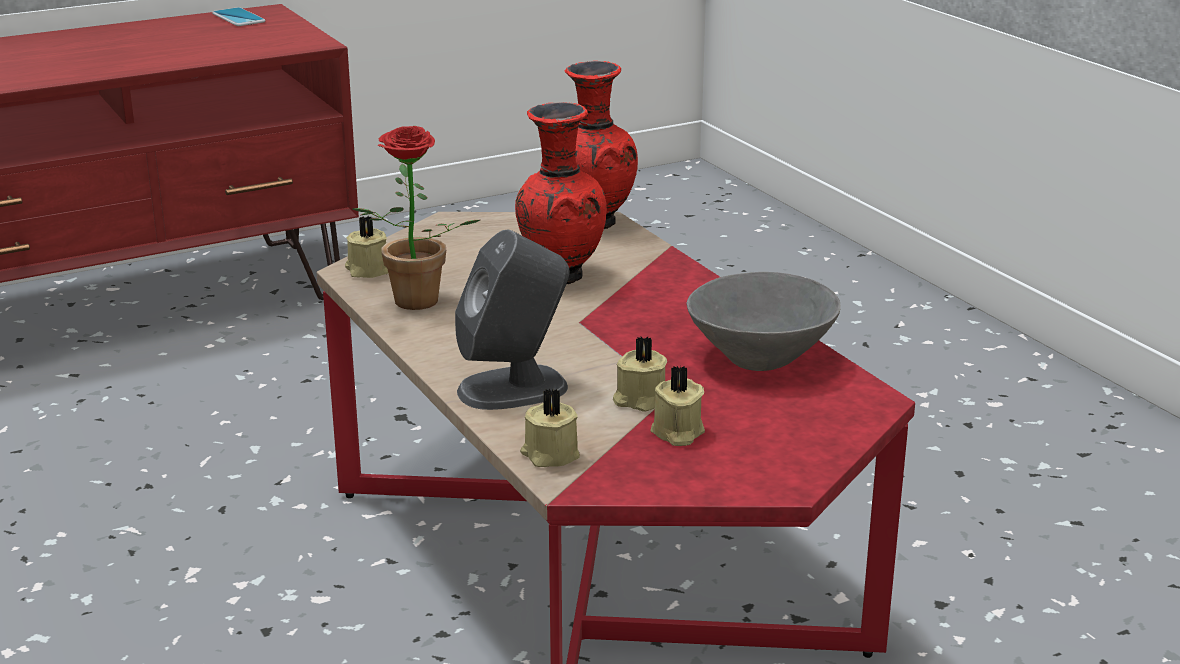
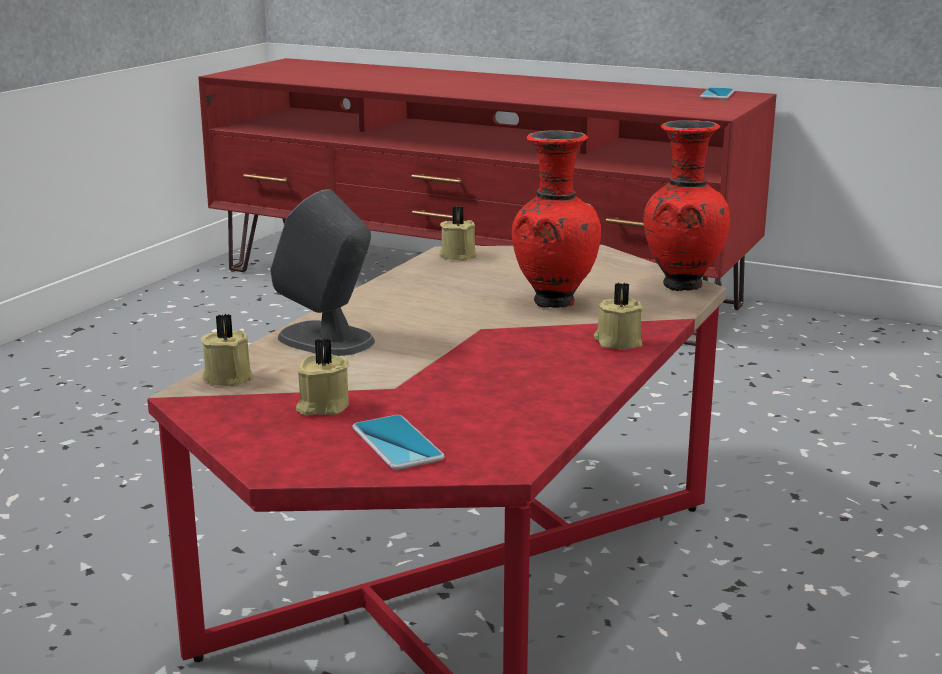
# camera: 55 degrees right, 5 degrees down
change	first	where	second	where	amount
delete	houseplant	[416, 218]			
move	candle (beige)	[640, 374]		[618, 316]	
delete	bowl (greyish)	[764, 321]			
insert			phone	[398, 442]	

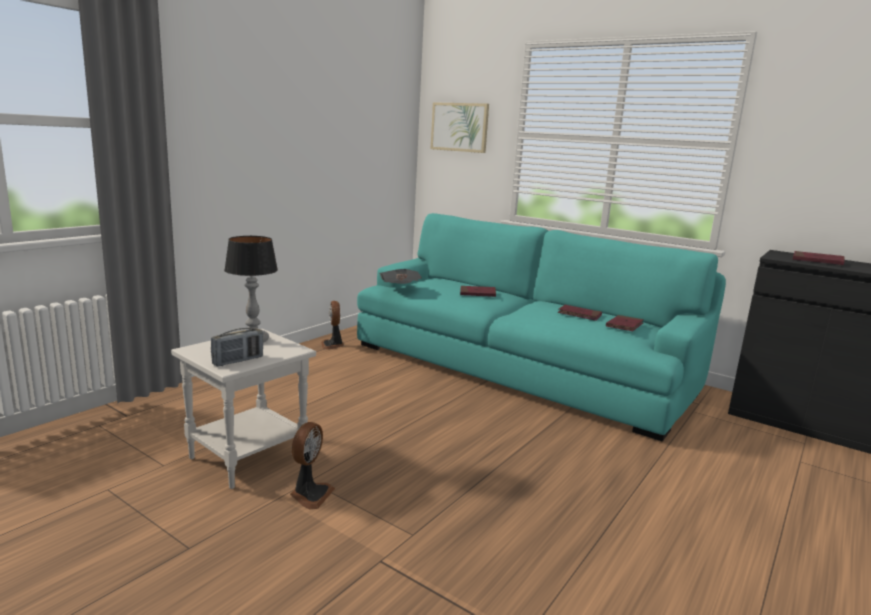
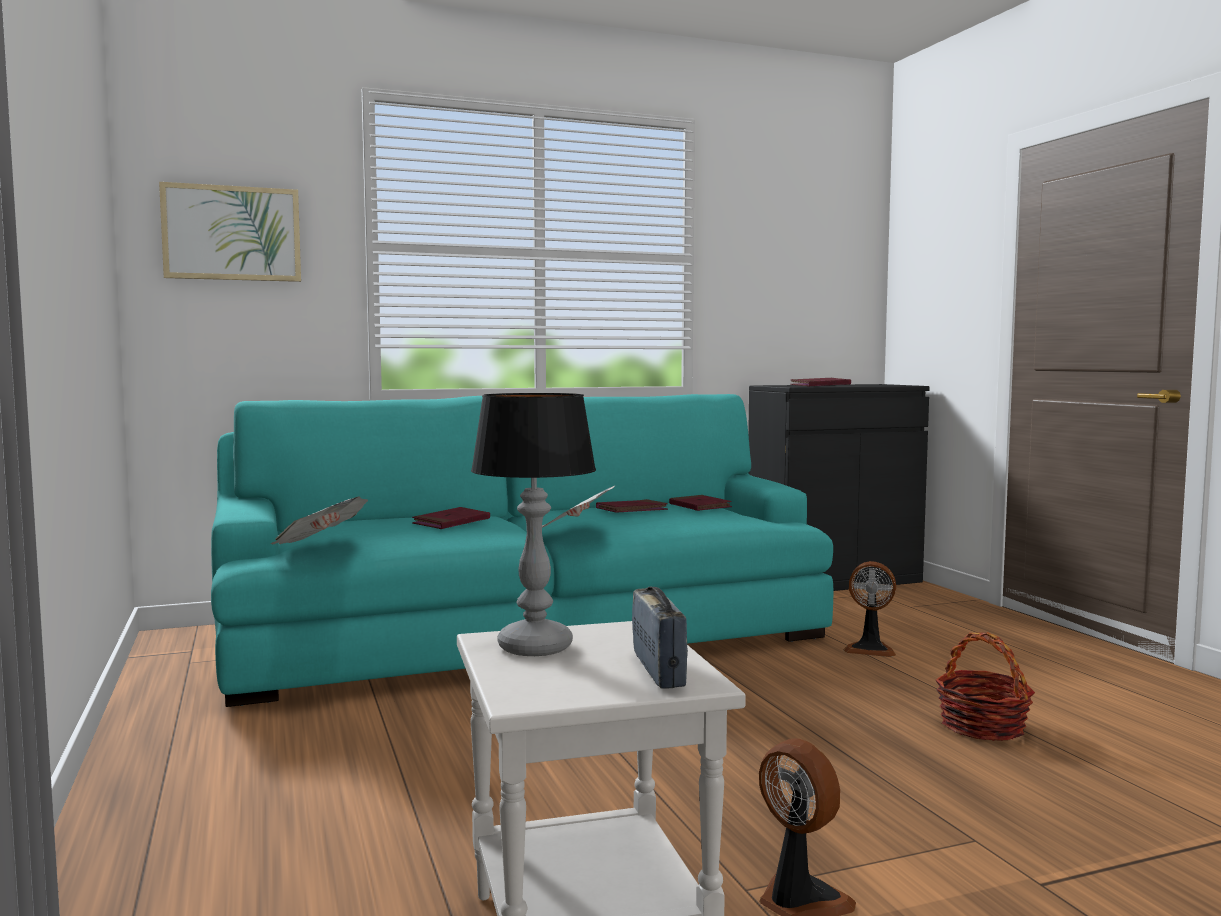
# camera: 55 degrees left, 10 degrees down
change	first	where	second	where	amount
move	cooling fan	[332, 325]		[869, 609]	
insert			printed paper	[578, 507]	
insert			storage basket	[985, 686]	

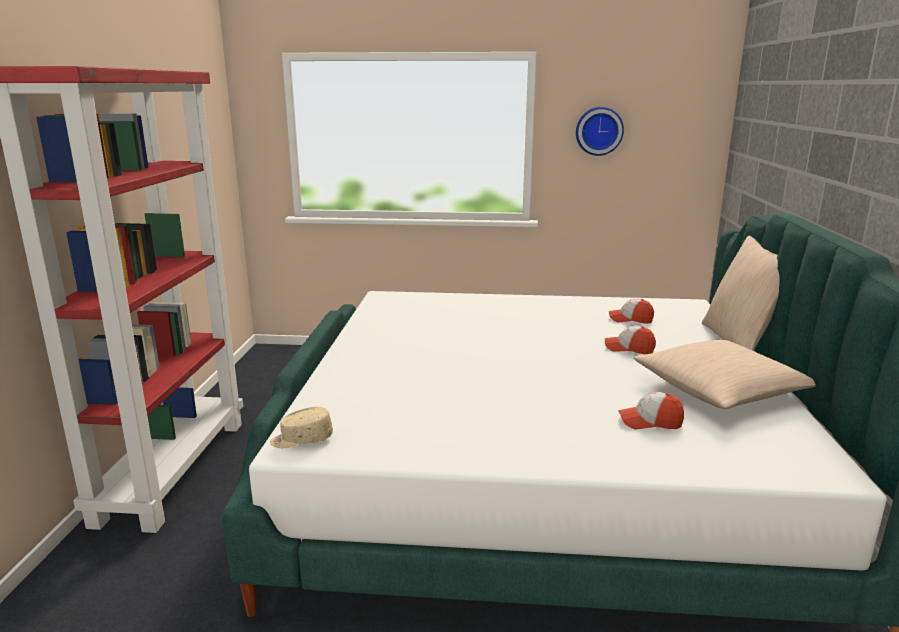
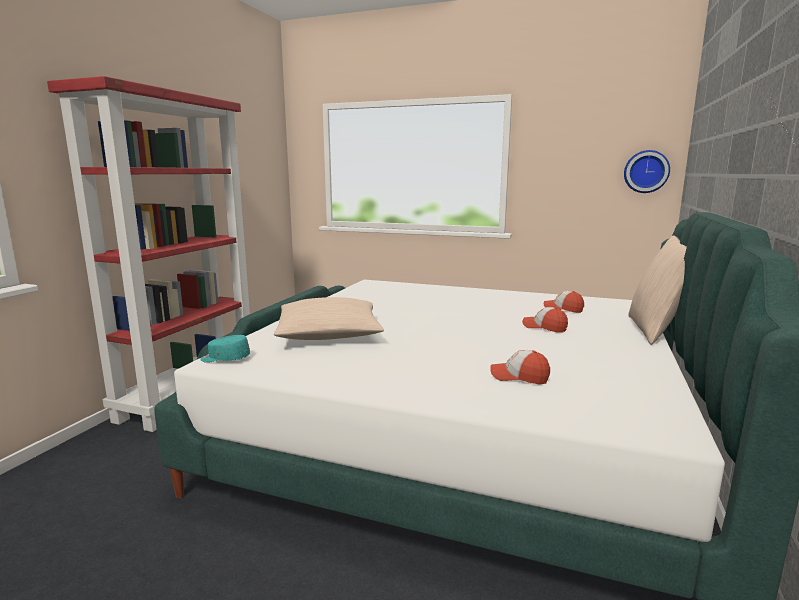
# camera: 15 degrees right, 5 degrees down
change	first	where	second	where	amount
recolor	baseball cap (beige)	[301, 427]	baseball cap (turquoise-coloured)	[225, 349]	
move	wall clock	[600, 131]		[647, 171]	
move	cushion (beige)	[724, 374]		[329, 318]	

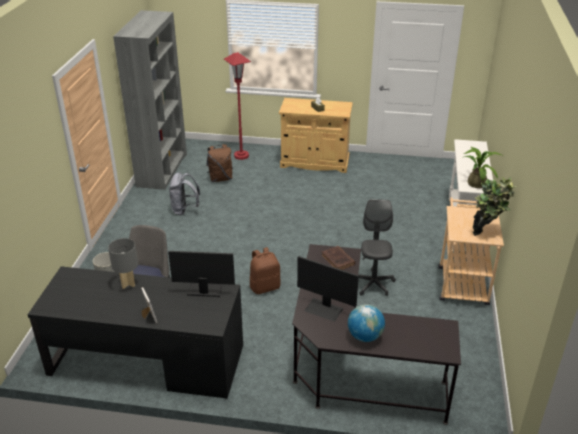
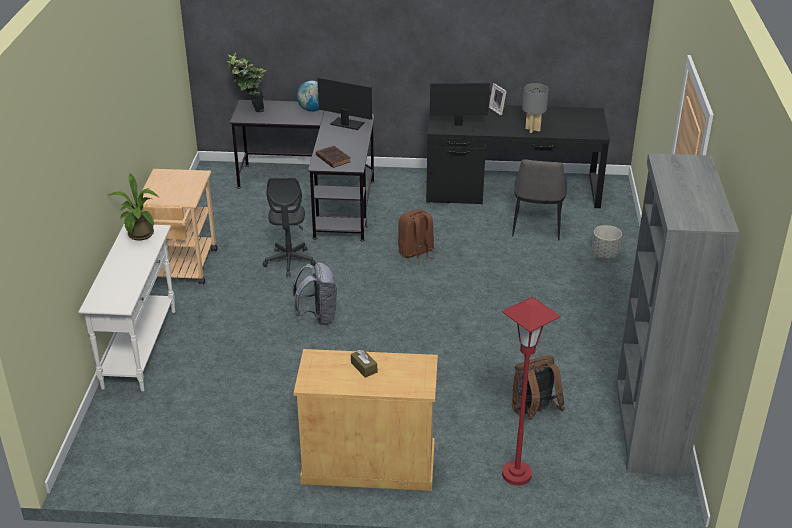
# camera: 175 degrees right, 0 degrees up
change	first	where	second	where	amount
move	knapsack (greyish)	[184, 193]		[315, 293]	
move	houseplant	[495, 206]		[246, 82]	

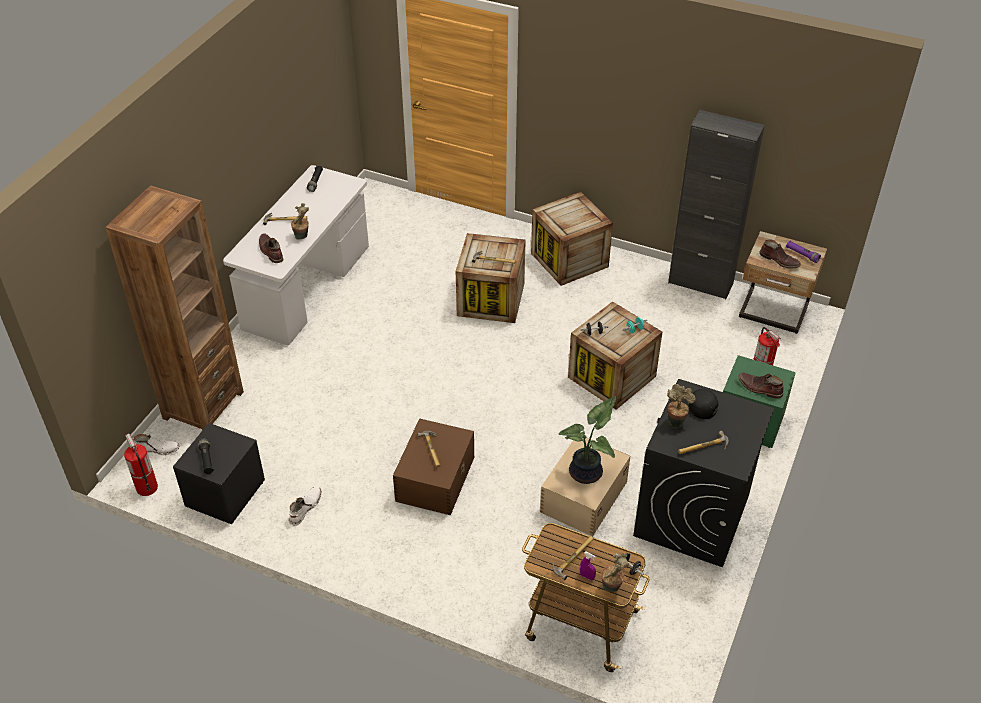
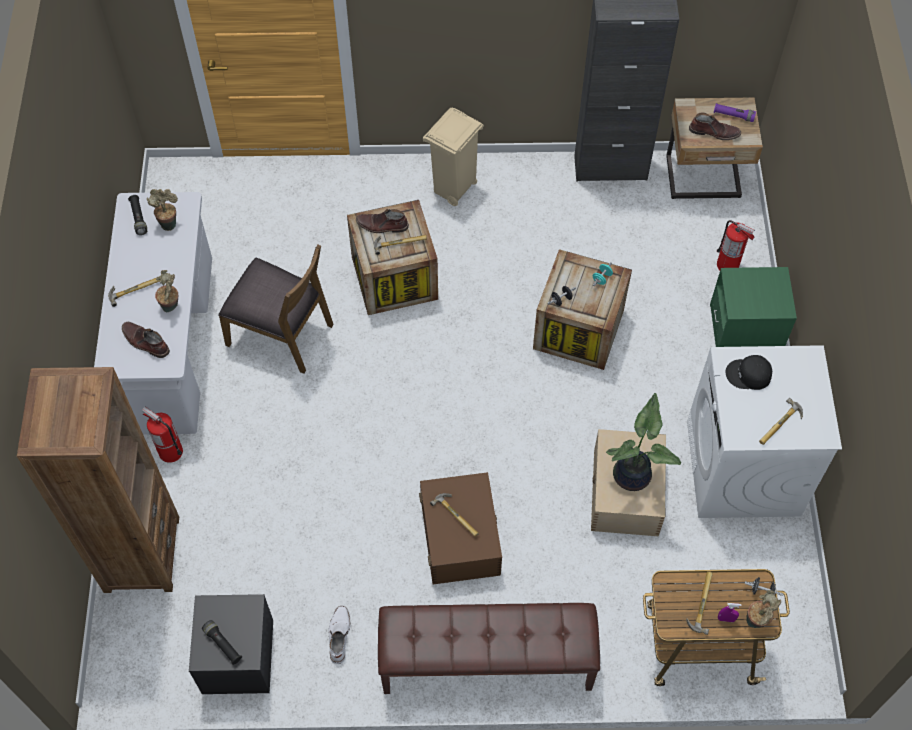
# camera: 25 degrees left, 15 degrees up
change	first	where	second	where	amount
move	extinguisher	[141, 465]		[162, 434]	
delete	tall boot (whitish)	[156, 444]			
replace	packing crate	[572, 239]	rubbish bin (beige)	[453, 156]	
recolor	laundry machine (black-coloured)	[704, 473]	laundry machine (whitish)	[764, 431]	
move	houseplant	[681, 406]		[162, 210]	
move	tall boot (brown-coloured)	[761, 385]		[382, 221]	
insert			upright chair (brown-coloured)	[276, 309]	
insert			bench (brown-coloured)	[489, 648]	

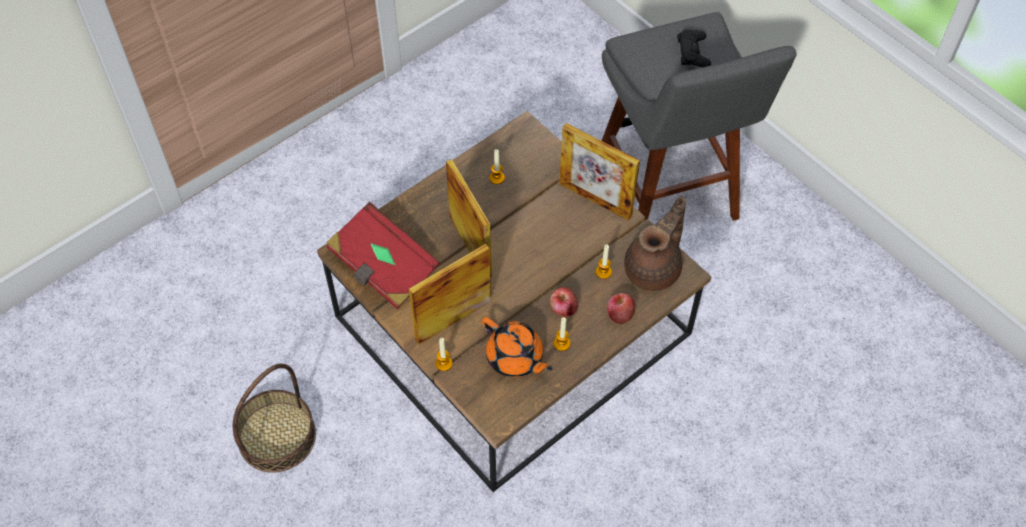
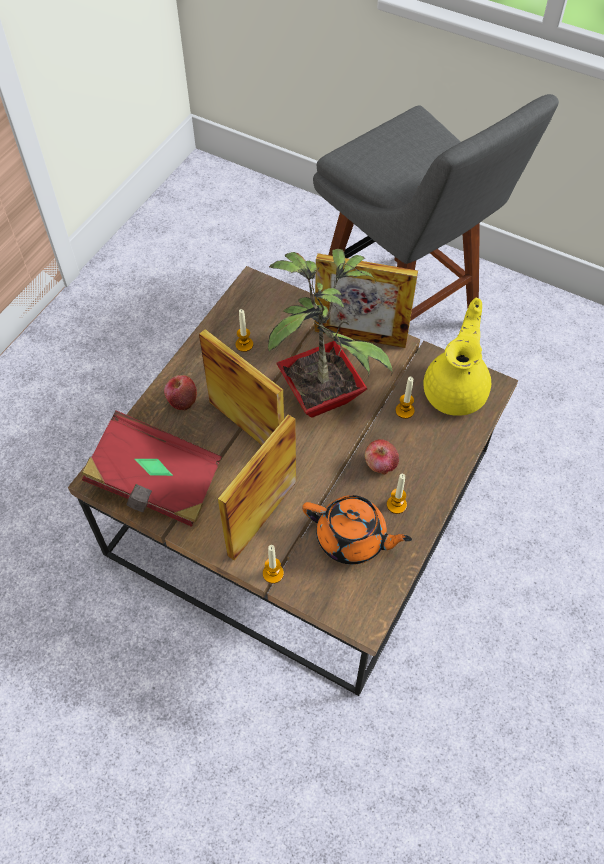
# camera: 20 degrees left, 0 degrees up
change	first	where	second	where	amount
delete	storage basket	[274, 418]			
move	apple fruit	[621, 308]		[180, 392]	
recolor	pot for tea (brown-coloured)	[655, 243]	pot for tea (yellowish)	[457, 357]	
delete	gamepad (black-coloured)	[694, 48]			
insert			houseplant	[330, 333]	

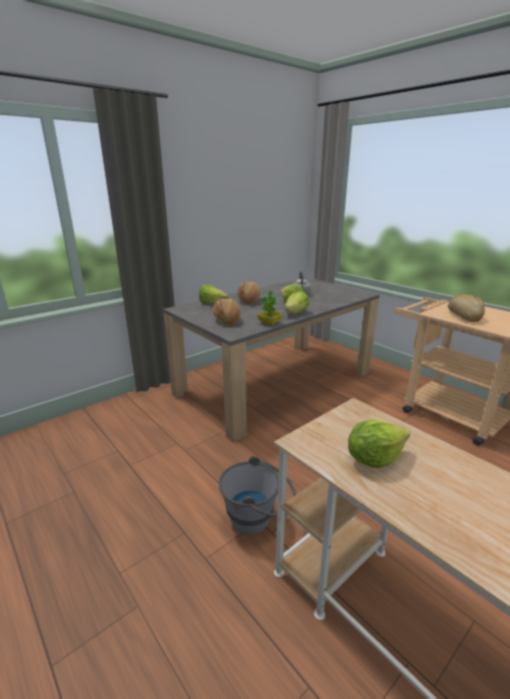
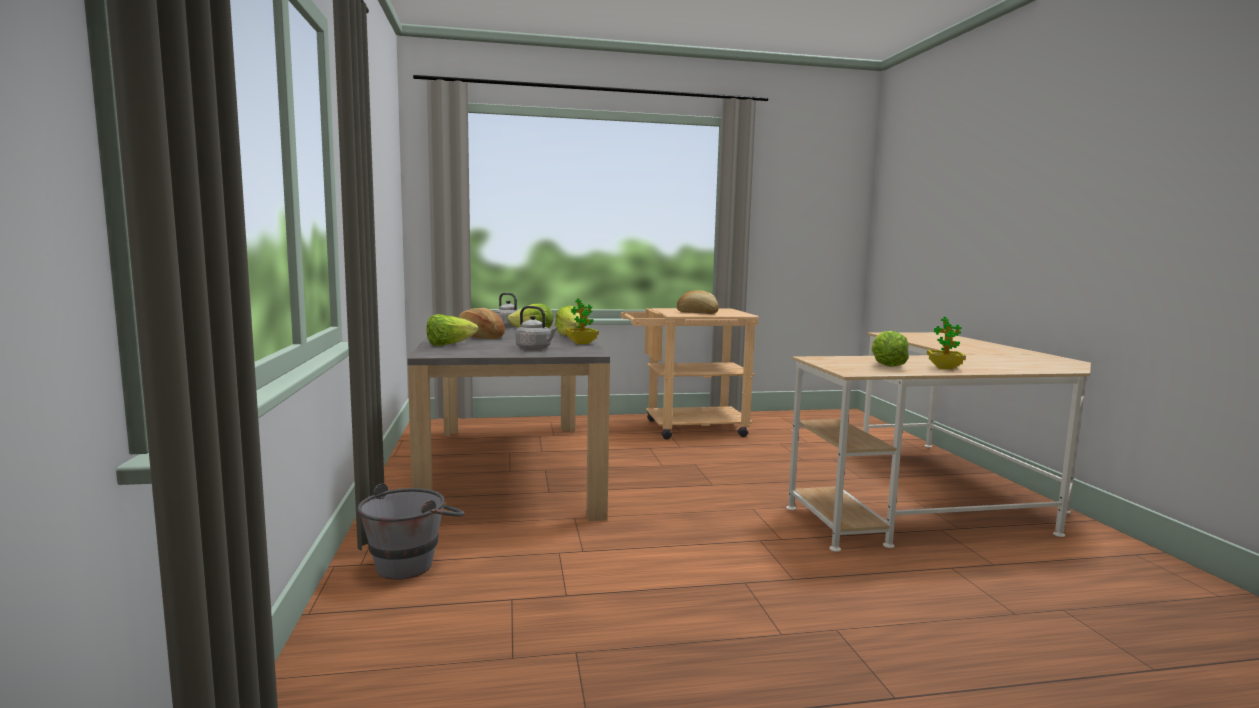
# camera: 60 degrees left, 15 degrees down
change	first	where	second	where	amount
replace	baked bread	[227, 311]	tea kettle (greyish)	[537, 328]	
move	bucket (greyish)	[257, 495]		[411, 532]	
insert			houseplant	[946, 343]	

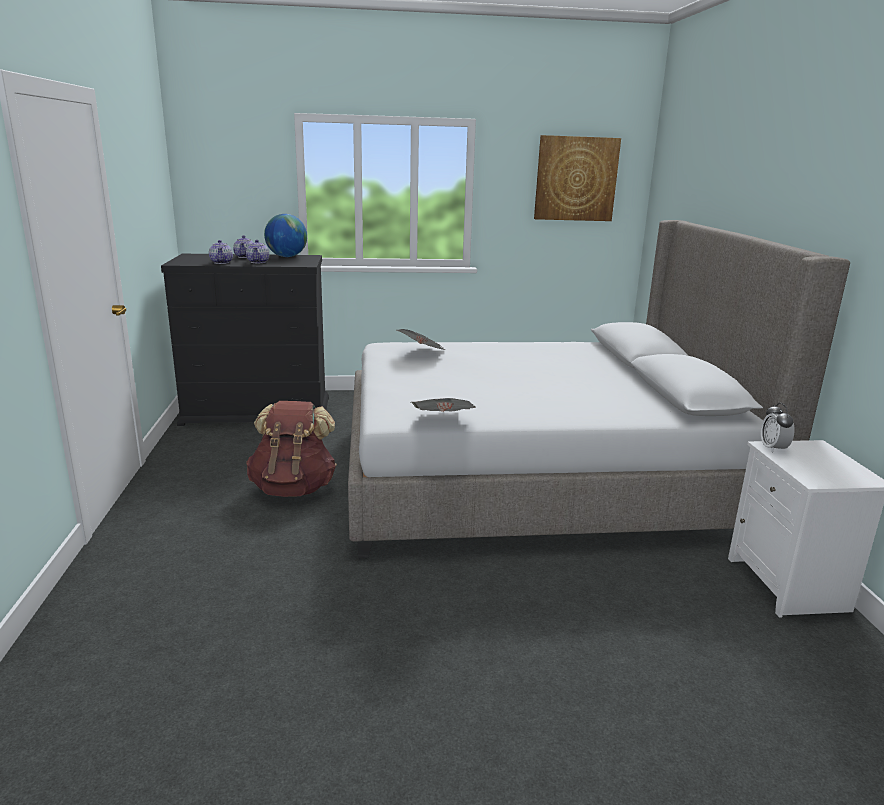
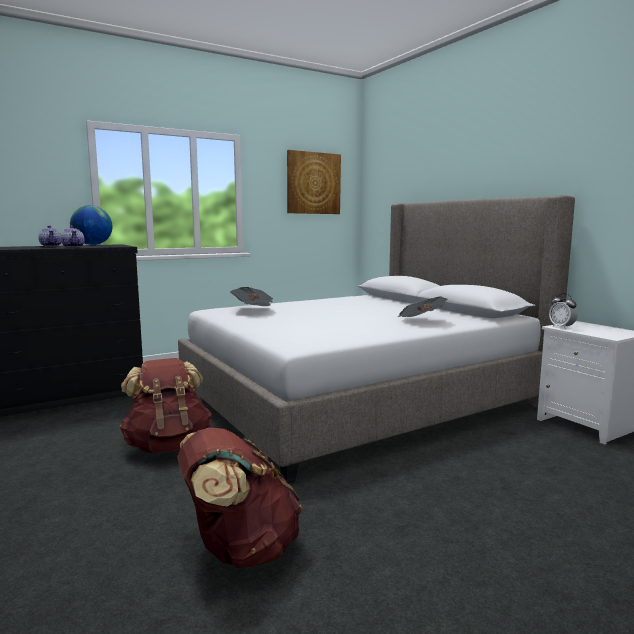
# camera: 25 degrees left, 10 degrees down
change	first	where	second	where	amount
delete	pot for tea	[221, 252]			
move	printed paper	[443, 405]		[422, 306]	
insert			knapsack (brown-coloured)	[240, 498]	

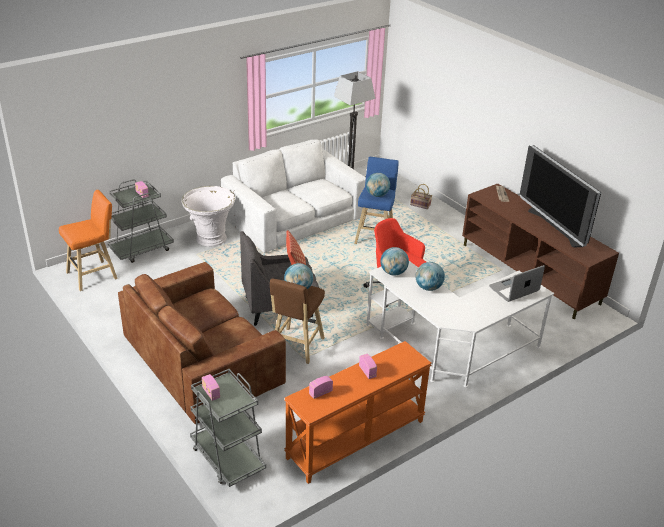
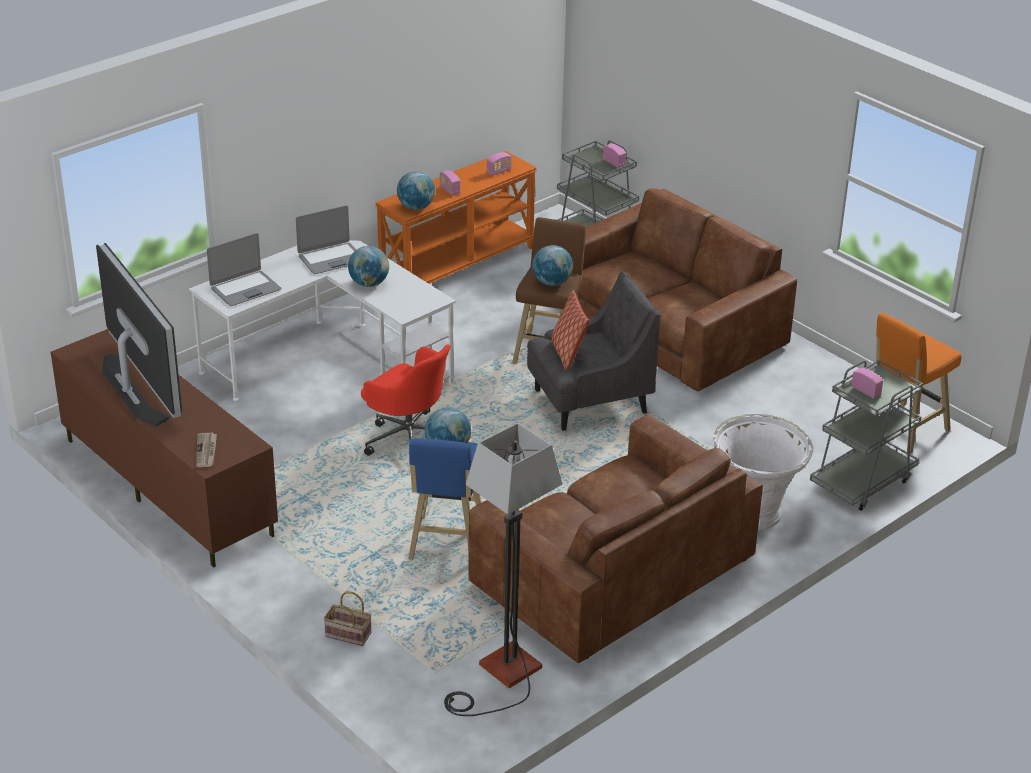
# camera: 175 degrees right, 0 degrees up
change	first	where	second	where	amount
recolor	sofa (whitish)	[293, 196]	sofa (brown-coloured)	[615, 539]	
move	world globe	[394, 261]		[416, 190]	
insert			laptop	[326, 239]	

